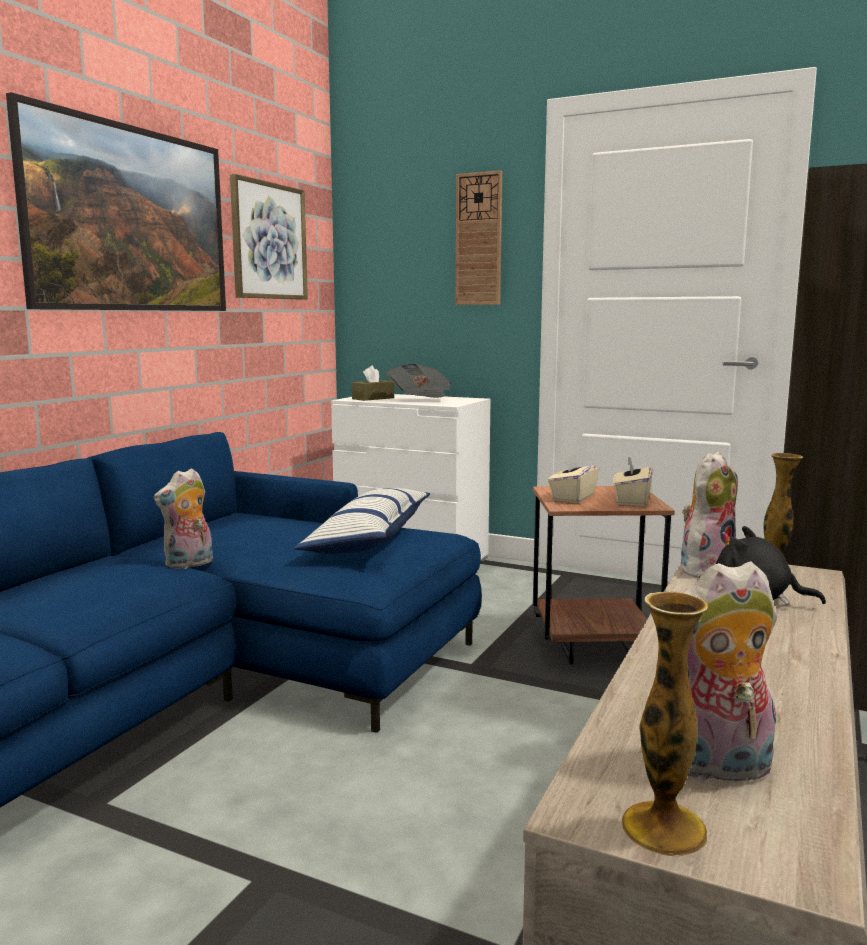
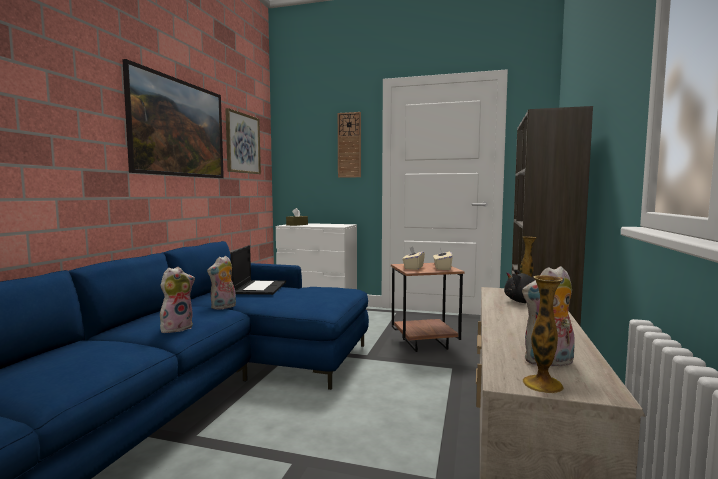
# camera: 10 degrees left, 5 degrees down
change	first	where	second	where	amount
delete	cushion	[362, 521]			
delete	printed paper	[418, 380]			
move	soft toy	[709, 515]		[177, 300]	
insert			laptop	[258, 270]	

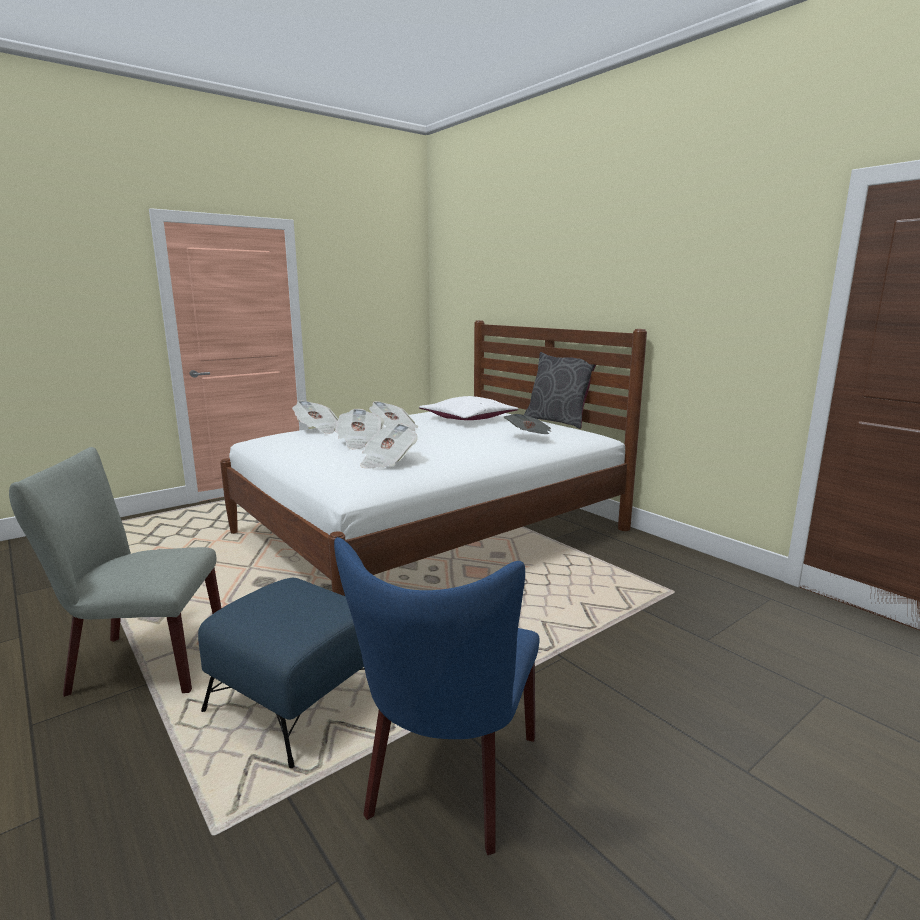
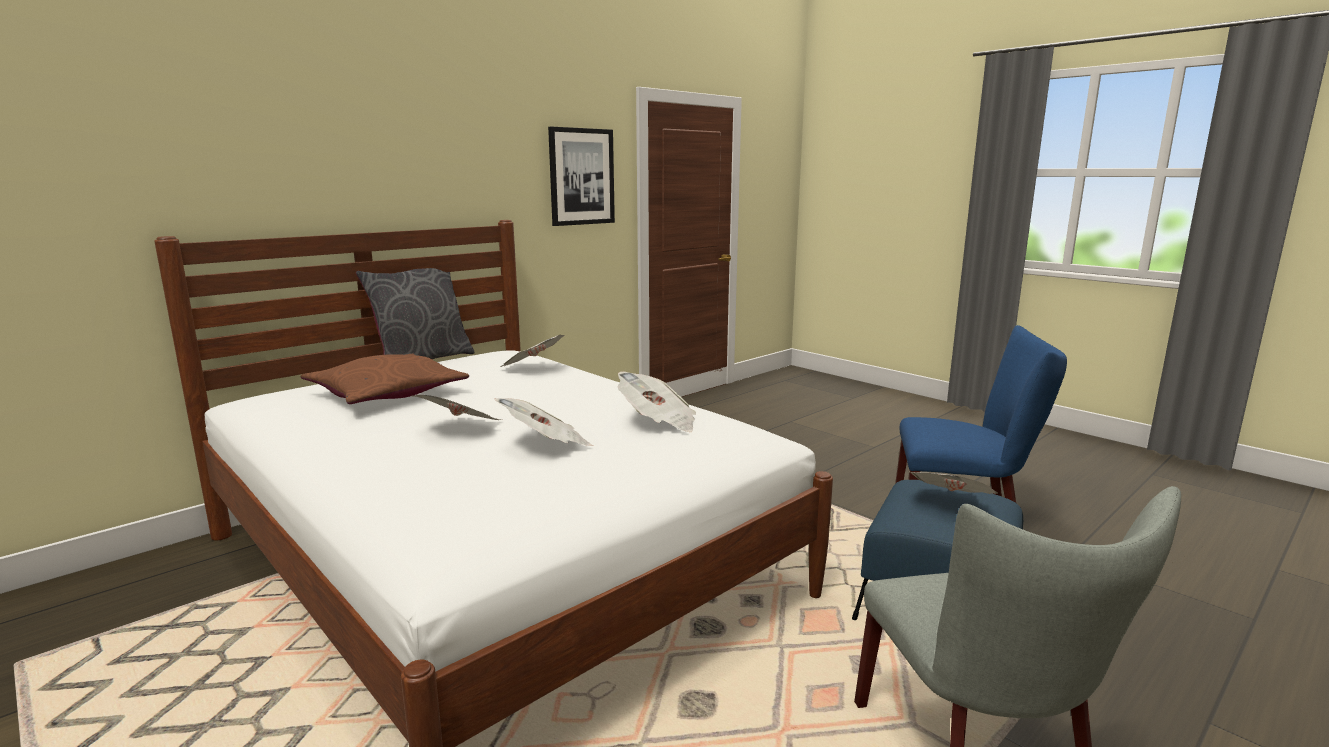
# camera: 95 degrees left, 0 degrees up
change	first	where	second	where	amount
move	printed paper	[315, 417]		[953, 483]	
recolor	cushion (whitish)	[468, 408]	cushion (brown-coloured)	[385, 379]	
insert			picture	[581, 176]	

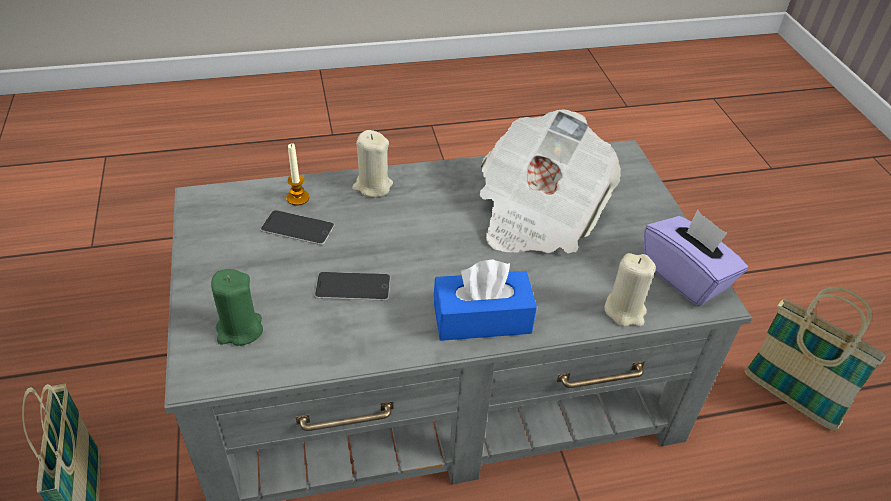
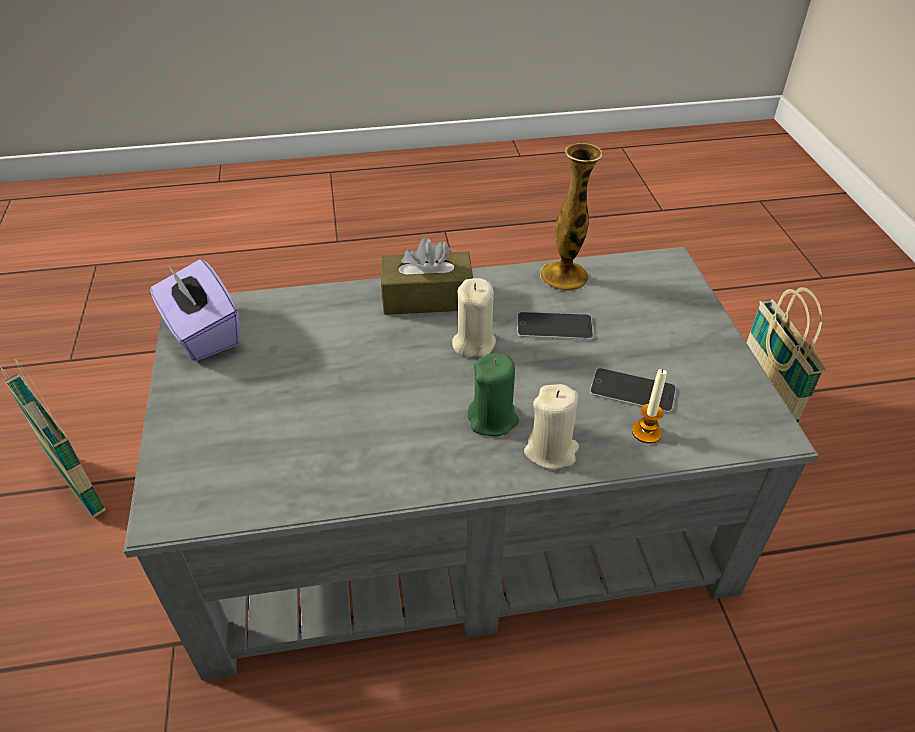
# camera: 175 degrees left, 0 degrees up
change	first	where	second	where	amount
move	candle (green-coloured)	[237, 307]		[493, 394]	
recolor	box of tissues (blue-coloured)	[485, 300]	box of tissues (brown-coloured)	[427, 276]	
delete	printed paper	[550, 181]			
move	candle (beige)	[630, 290]		[474, 317]	
insert			decorative vase	[571, 217]	

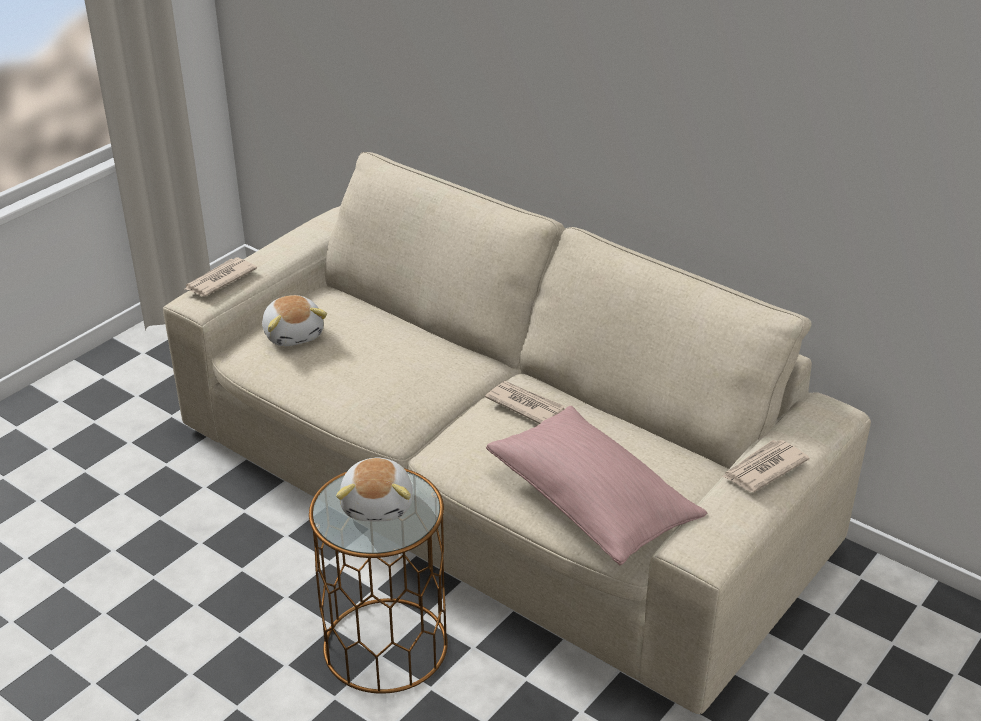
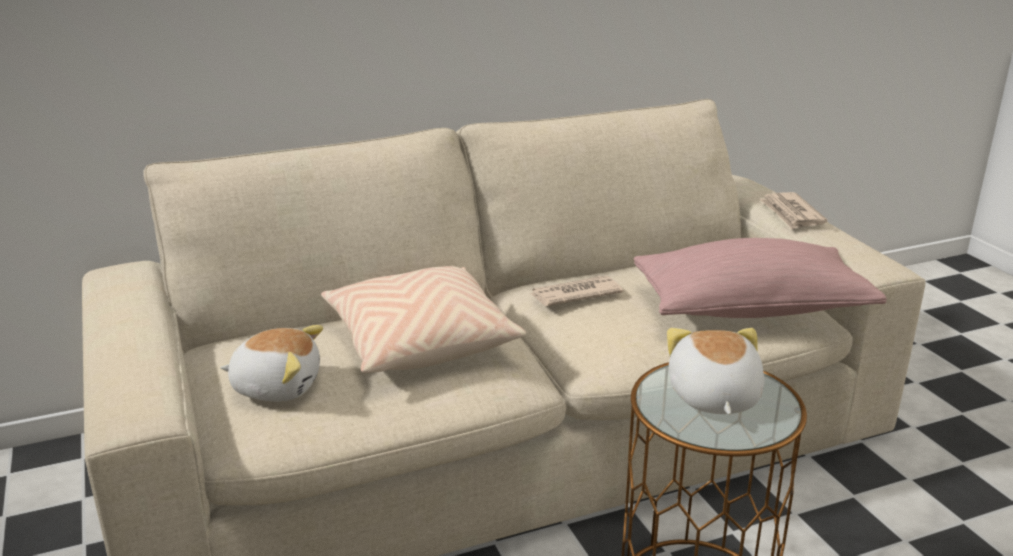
# camera: 60 degrees left, 10 degrees down
change	first	where	second	where	amount
delete	printed paper	[220, 277]			
rotate	soft toy	[374, 489]		[716, 371]	120 degrees counterclockwise
insert			cushion (beige)	[423, 319]	

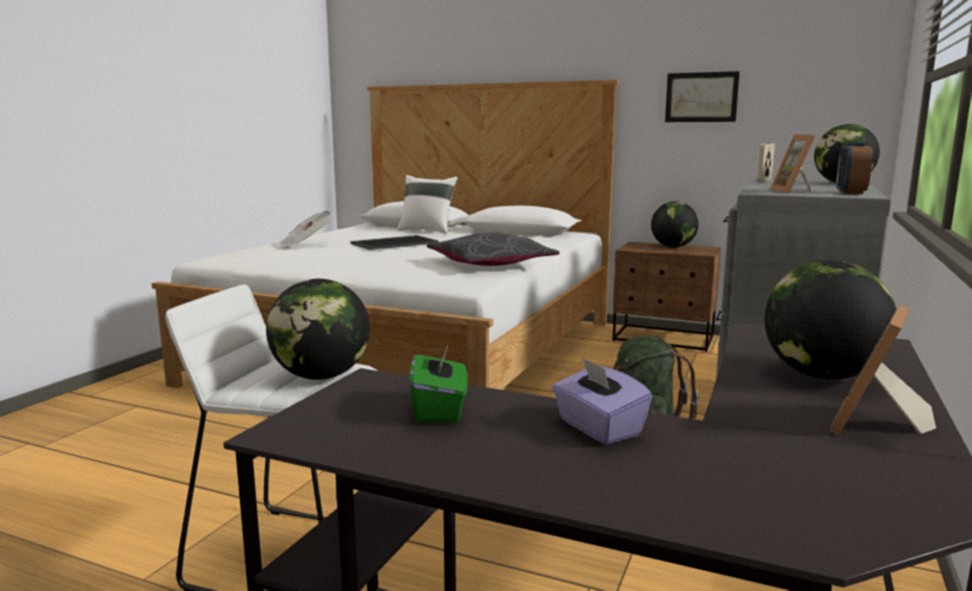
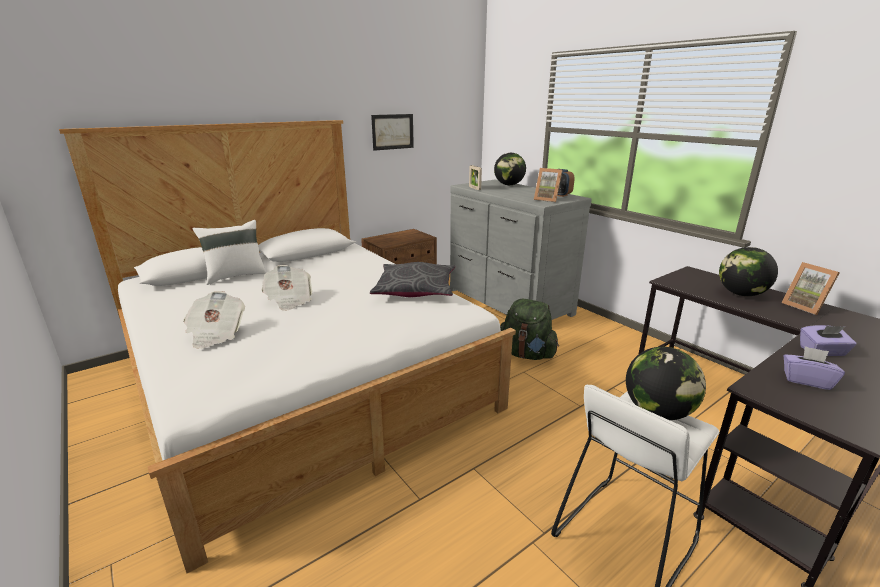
# camera: 60 degrees left, 10 degrees up
change	first	where	second	where	amount
replace	tray	[394, 242]	printed paper	[286, 288]	
recolor	box of tissues (green-coloured)	[438, 383]	box of tissues (purplish)	[814, 368]	
delete	world globe	[675, 224]			

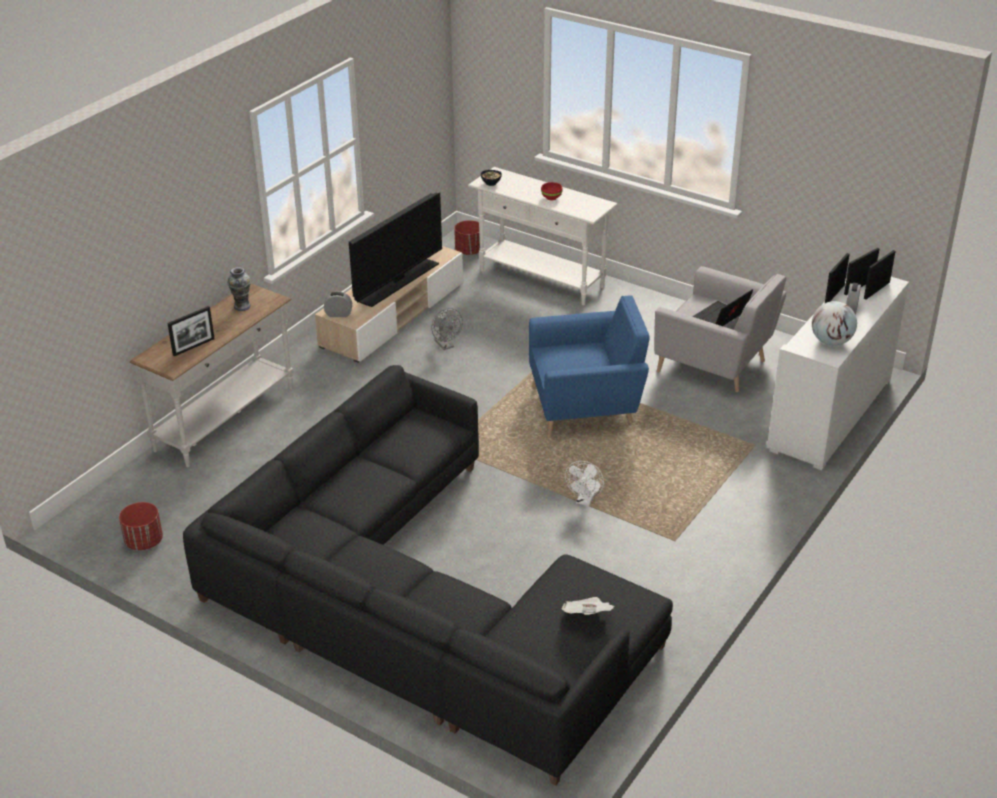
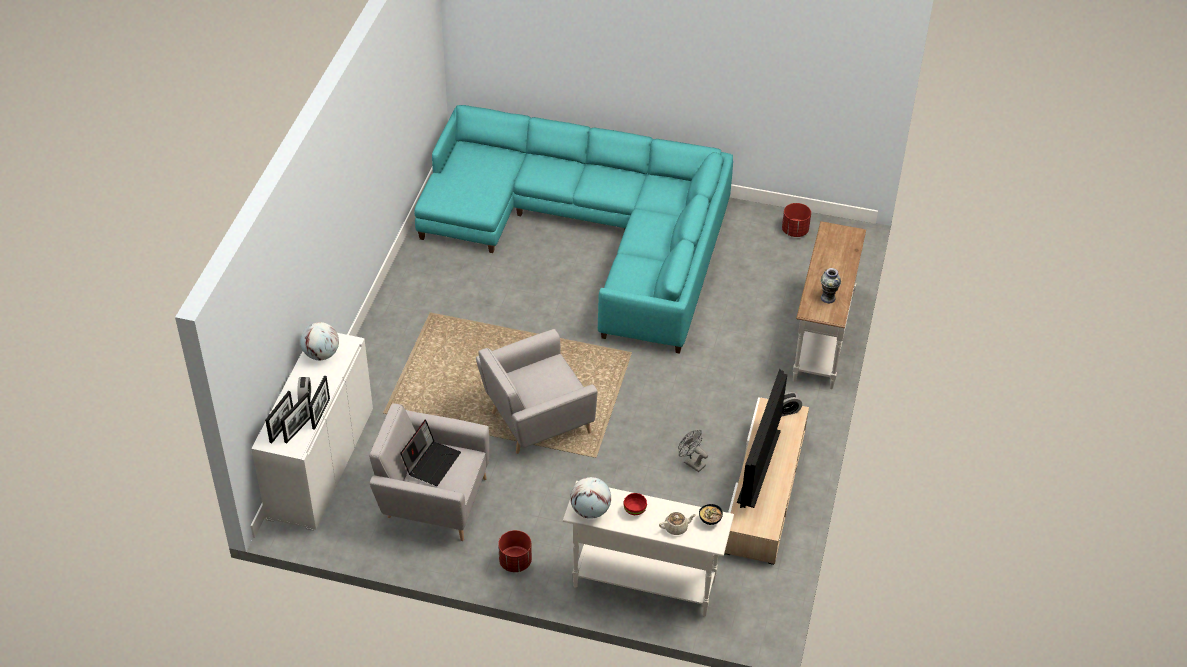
# camera: 160 degrees right, 10 degrees up
change	first	where	second	where	amount
delete	standing frame	[191, 331]			
recolor	sofa (black-coloured)	[428, 575]	sofa (turquoise-coloured)	[573, 229]	
move	flower pot (red)	[467, 237]		[515, 551]	
recolor	lounge chair (blue-coloured)	[589, 366]	lounge chair (greyish)	[537, 391]	
delete	printed paper	[588, 606]			
delete	cooling fan (whitish)	[584, 483]			
insert			world globe	[590, 498]	
insert			pot for tea (beige)	[677, 523]	

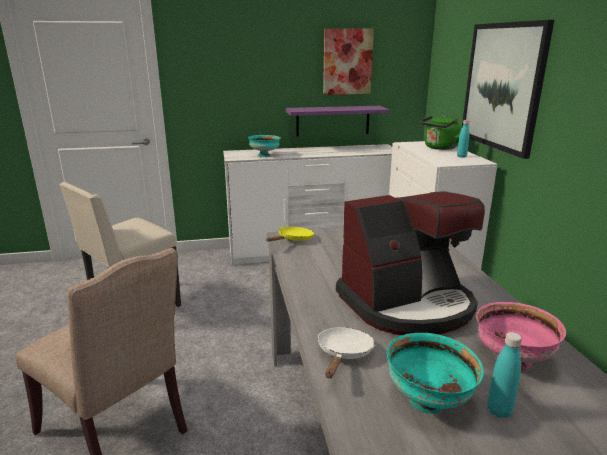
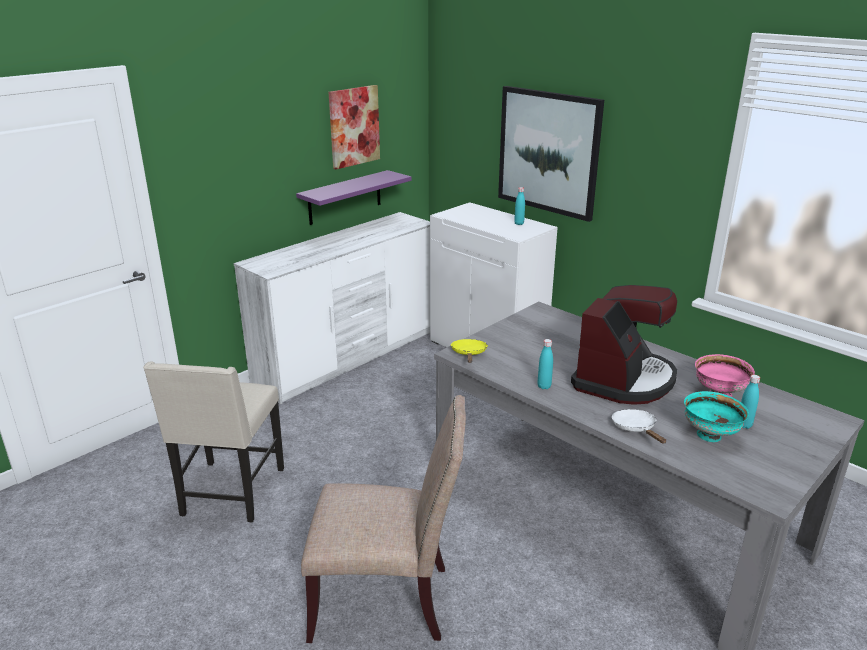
# camera: 35 degrees left, 5 degrees up
change	first	where	second	where	amount
delete	bowl (turquoise-coloured)	[264, 146]			
delete	tea kettle (green-coloured)	[440, 132]			
insert			bottle (turquoise-coloured)	[545, 364]	

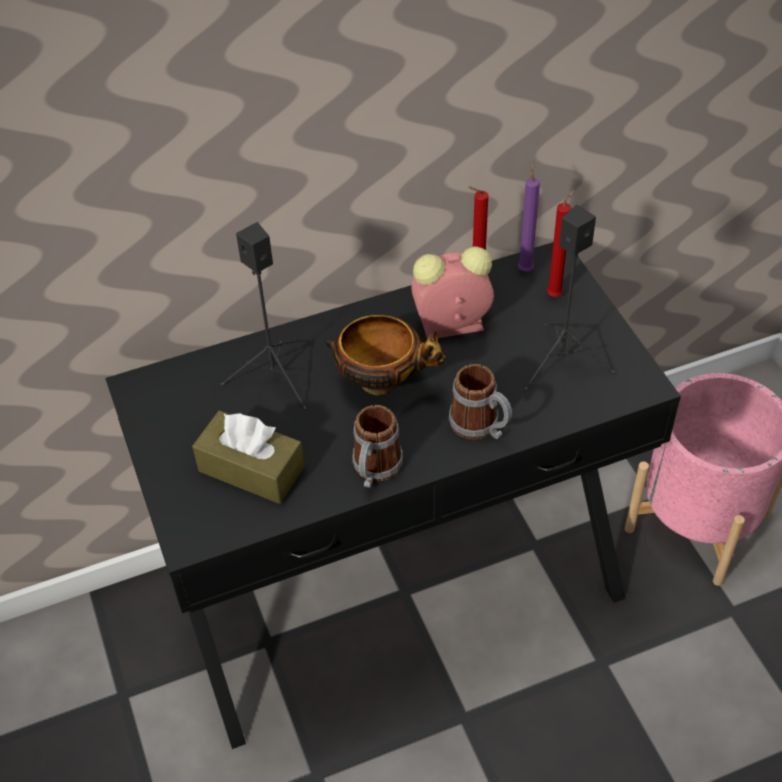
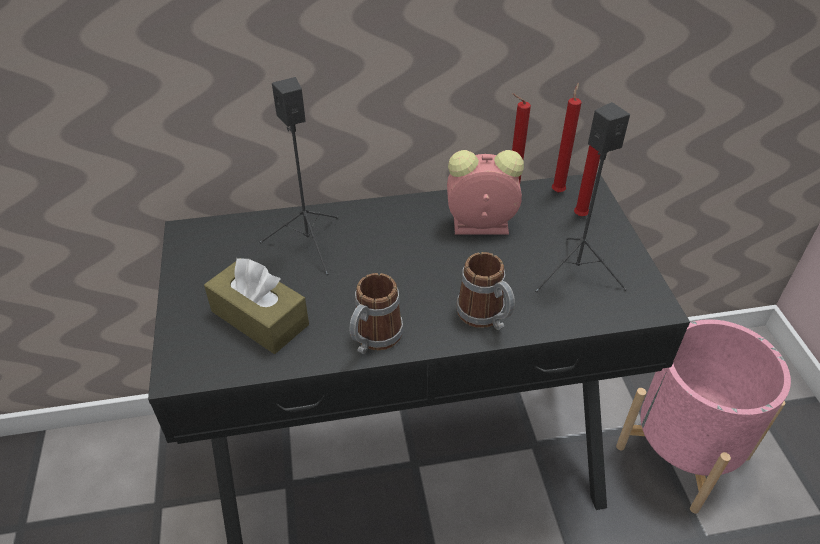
# camera: 10 degrees right, 5 degrees down
change	first	where	second	where	amount
delete	bowl	[385, 355]			
recolor	candle (purplish)	[529, 217]	candle (red)	[566, 137]	

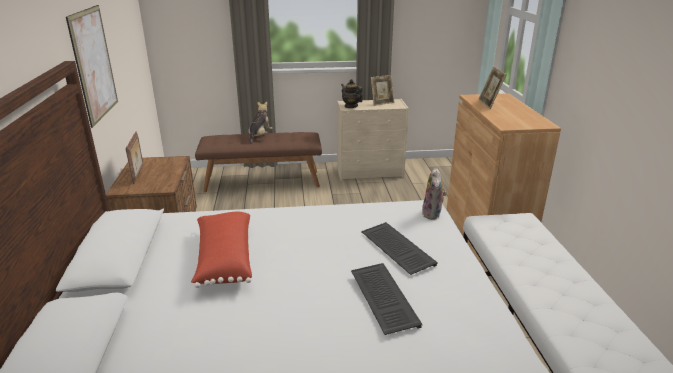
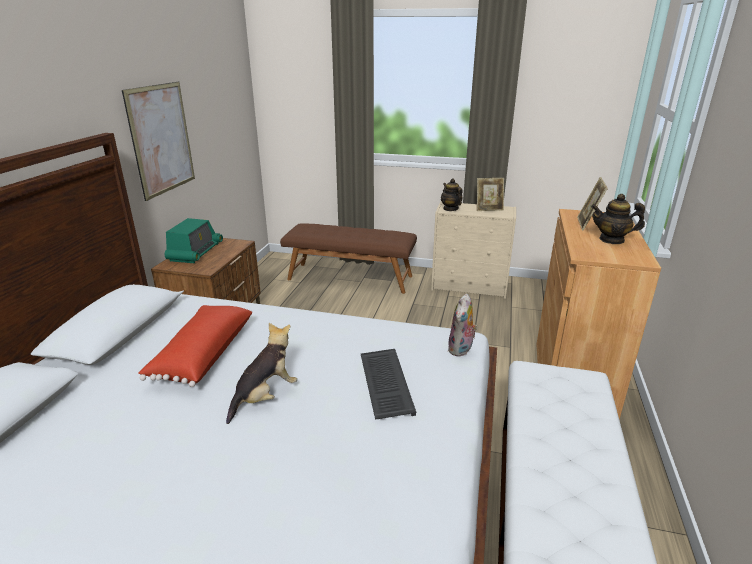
# camera: 20 degrees right, 0 degrees up
change	first	where	second	where	amount
replace	standing frame	[134, 157]	radio set	[194, 240]	
move	soft toy	[261, 123]		[261, 373]	
delete	PC keyboard	[386, 299]			
insert			pot for tea	[618, 219]	

